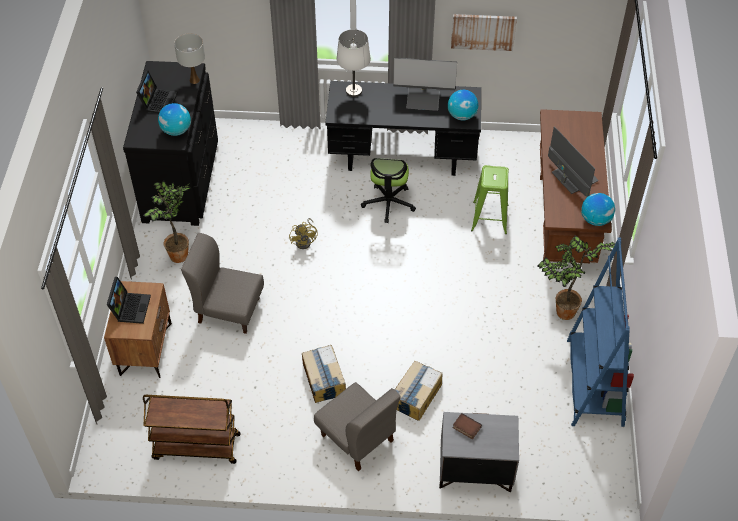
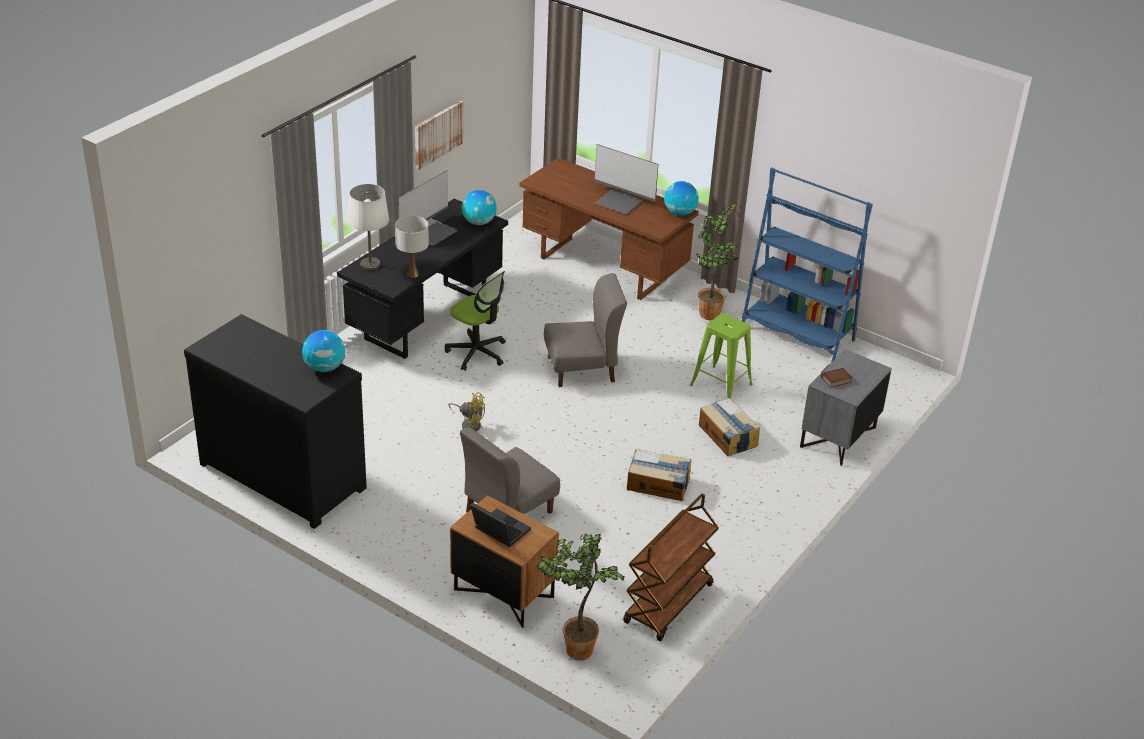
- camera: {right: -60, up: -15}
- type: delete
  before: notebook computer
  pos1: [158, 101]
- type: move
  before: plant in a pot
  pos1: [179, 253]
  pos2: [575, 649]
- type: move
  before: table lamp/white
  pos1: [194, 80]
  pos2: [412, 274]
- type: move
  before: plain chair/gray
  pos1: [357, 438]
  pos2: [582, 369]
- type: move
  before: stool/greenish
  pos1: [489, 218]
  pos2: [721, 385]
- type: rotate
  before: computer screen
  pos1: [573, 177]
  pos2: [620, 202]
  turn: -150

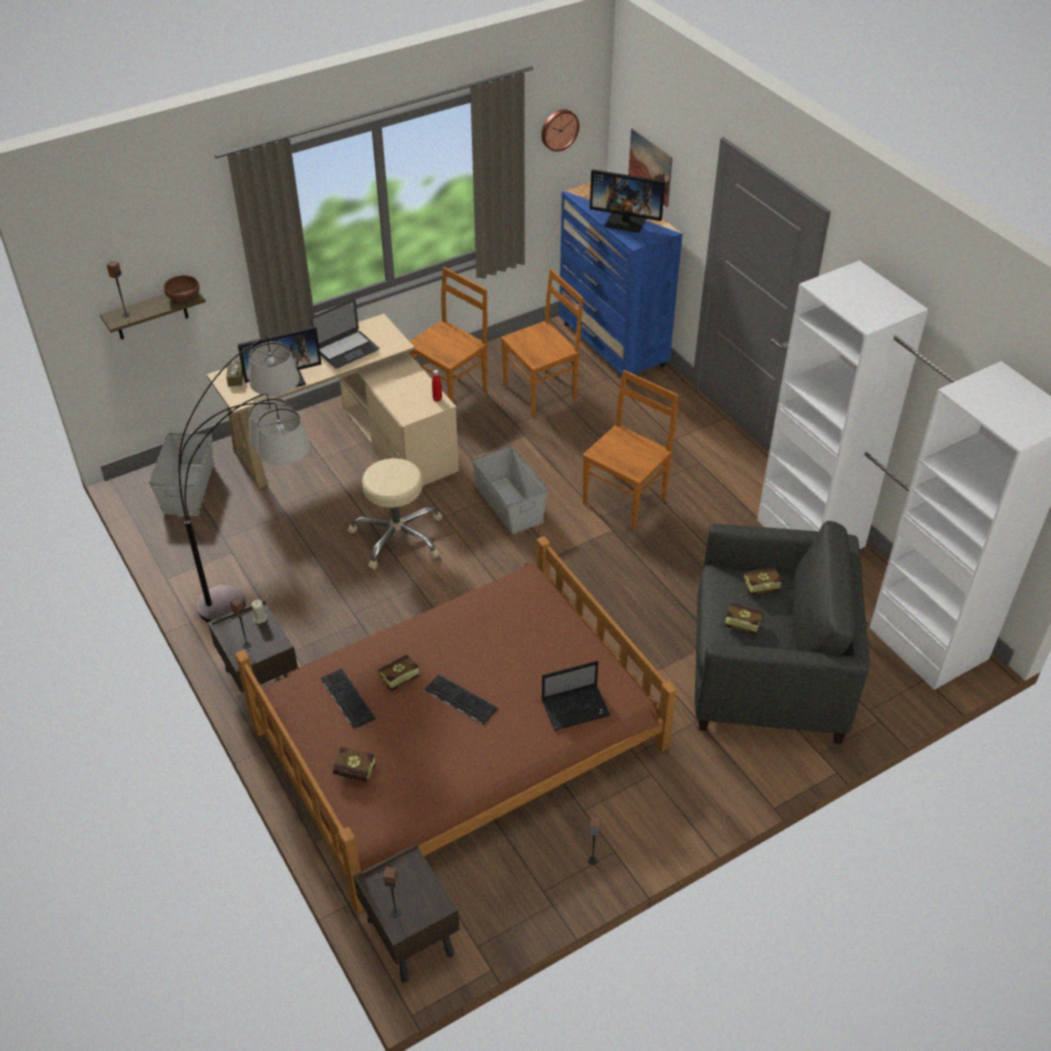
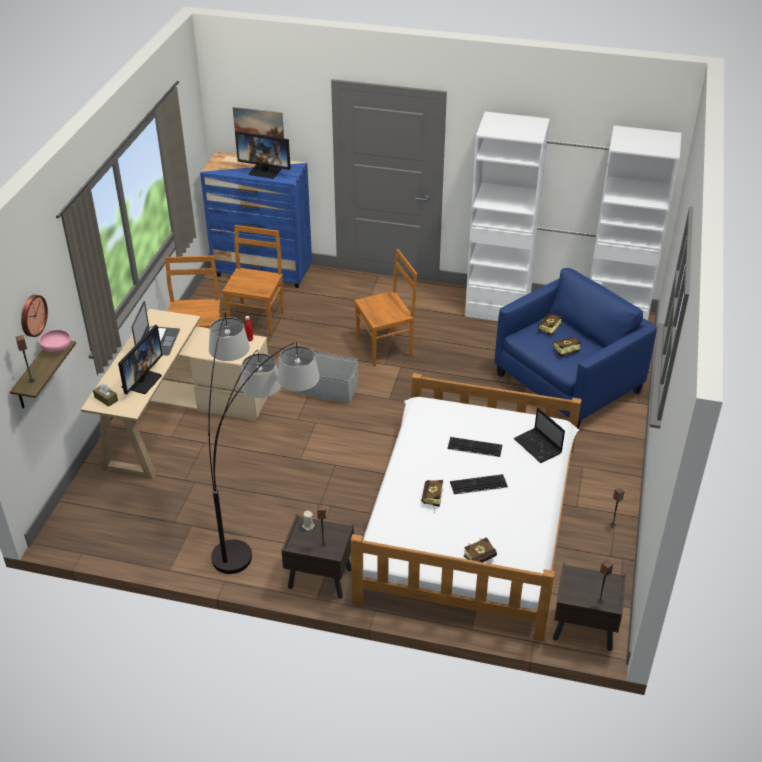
- camera: {right: -45, up: -5}
- type: delete
  before: storage container/gray
  pos1: [189, 488]
- type: delete
  before: stool/sand-coloured
  pos1: [397, 536]
- type: move
  before: computer keyboard
  pos1: [346, 698]
  pos2: [474, 447]
- type: move
  before: clock on the wall
  pos1: [559, 129]
  pos2: [32, 315]
- type: recolor
  before: serving bowl/brown
  after: serving bowl/pink
  pos1: [183, 296]
  pos2: [56, 348]
- type: recolor
  before: bedroom bed/brown
  after: bedroom bed/white
  pos1: [460, 736]
  pos2: [470, 520]
- type: recolor
  before: lounge chair/gray
  after: lounge chair/blue-coloured
  pos1: [767, 672]
  pos2: [567, 383]
- type: rotate
  before: notebook computer
  pos1: [576, 708]
  pos2: [538, 446]
  turn: 120
- type: rotate
  before: plain chair/brown
  pos1: [625, 500]
  pos2: [386, 347]
  turn: 75
- type: rotate
  before: computer screen
  pos1: [626, 222]
  pos2: [265, 171]
  turn: 45

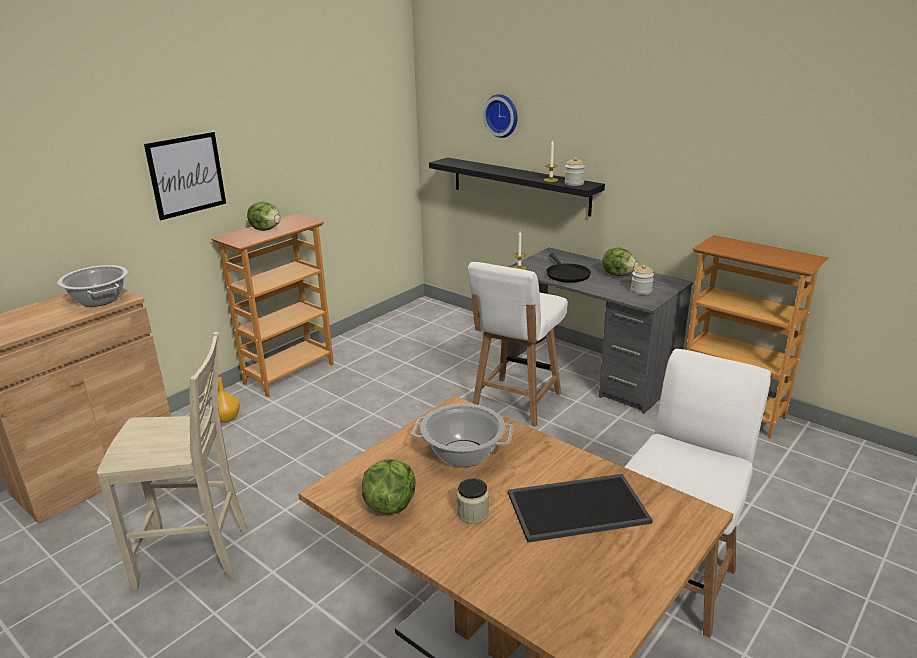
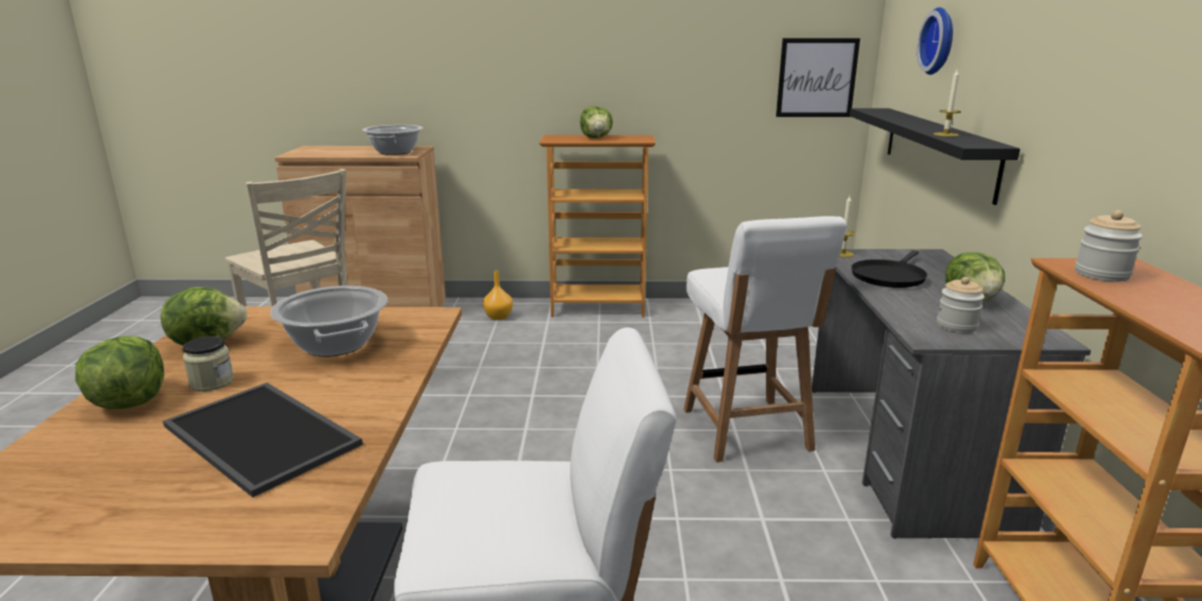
- camera: {right: 50, up: -5}
- type: insert
  after: lettuce head
  pos2: [129, 402]
- type: move
  before: wall picture
  pos1: [186, 175]
  pos2: [816, 78]
- type: move
  before: storage jar
  pos1: [574, 183]
  pos2: [1101, 274]
- type: rotate
  before: plain chair/white
  pos1: [515, 402]
  pos2: [747, 431]
  turn: -90

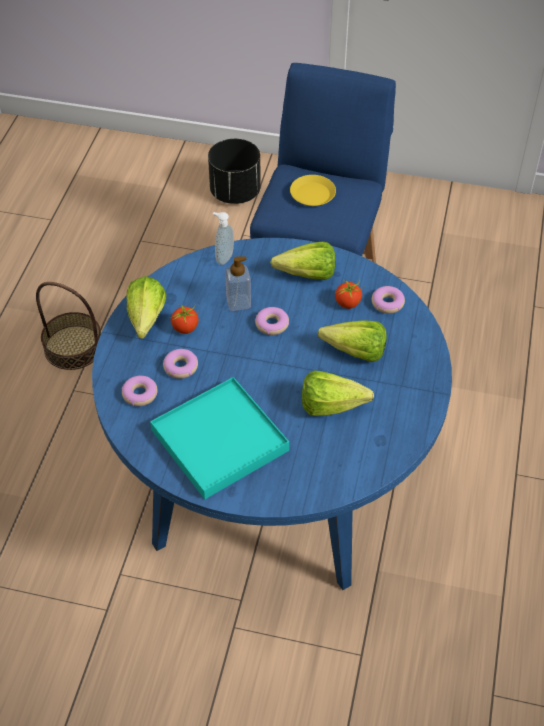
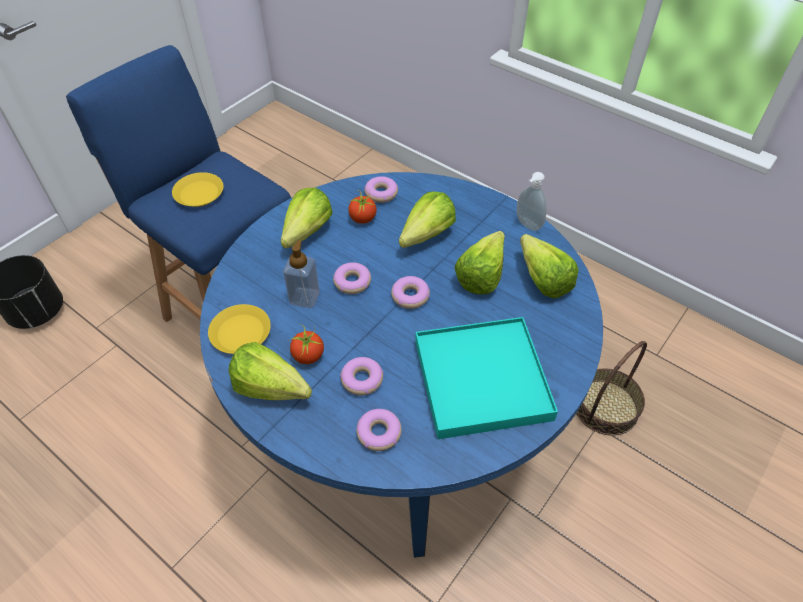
- camera: {right: -65, up: 0}
- type: insert
  after: flat dish/yellow
  pos2: [240, 333]
- type: insert
  after: donut
  pos2: [410, 296]
- type: insert
  after: lettuce head
  pos2: [541, 276]
- type: move
  before: basket
  pos1: [73, 347]
  pos2: [606, 407]
- type: move
  before: liquid soap bottle
  pos1: [223, 257]
  pos2: [527, 225]

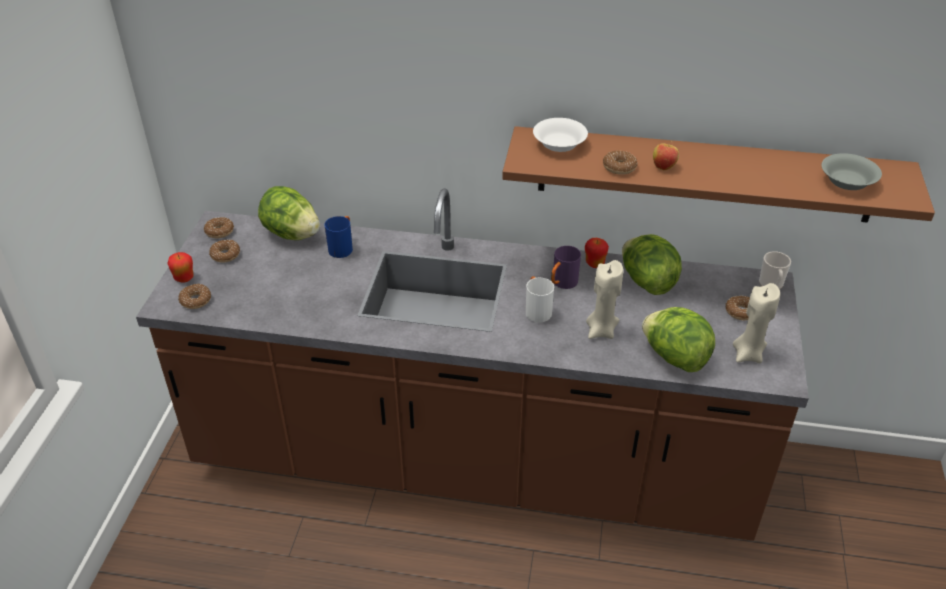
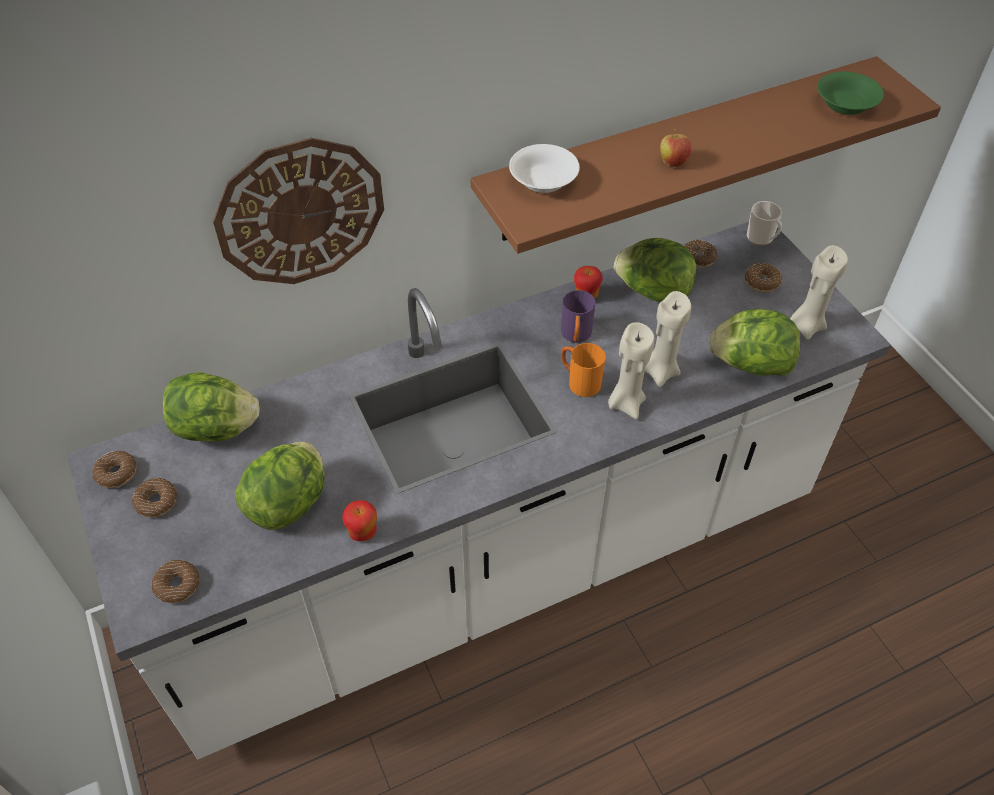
- camera: {right: -35, up: 10}
- type: delete
  before: coffee mug/blue-coloured
  pos1: [342, 247]
- type: insert
  after: clock on the wall
  pos2: [300, 212]
- type: insert
  after: lettuce head
  pos2: [289, 503]
- type: insert
  after: wax candle/sand-coloured
  pos2: [625, 403]
- type: move
  before: apple fruit
  pos1: [184, 279]
  pos2: [362, 532]
- type: move
  before: donut
  pos1: [619, 167]
  pos2: [698, 258]
- type: recolor
  before: kitchen base unit/brown
  after: kitchen base unit/white
  pos1: [473, 464]
  pos2: [497, 565]
- type: recolor
  before: coffee mug/white
  after: coffee mug/orange
  pos1: [536, 310]
  pos2: [579, 382]
- type: recolor
  before: serving bowl/gray
  after: serving bowl/greenish
  pos1: [846, 182]
  pos2: [845, 106]

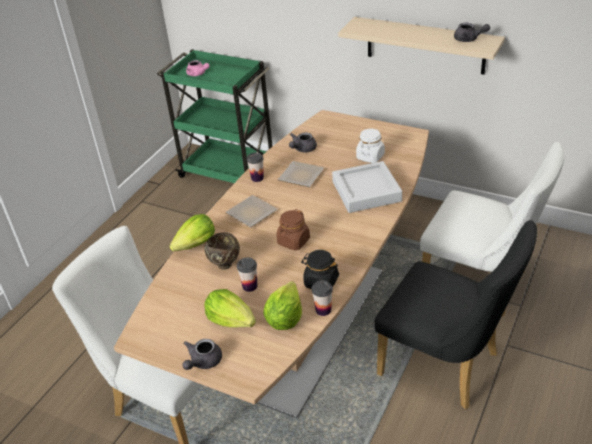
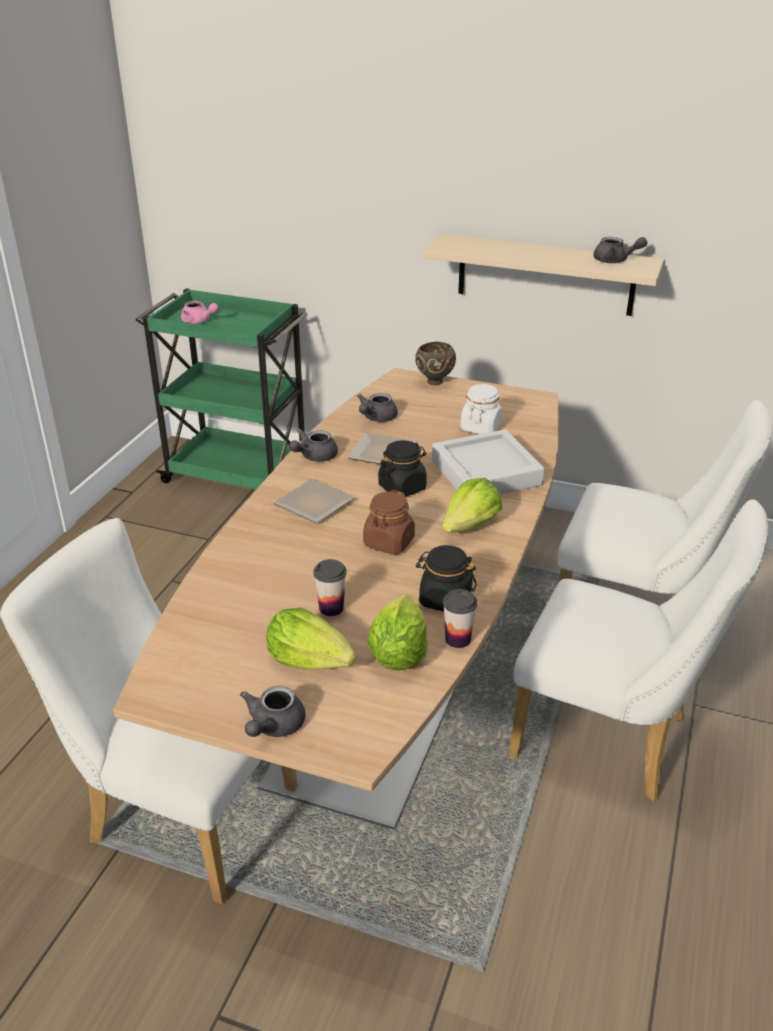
- camera: {right: -10, up: -5}
- type: insert
  after: storage jar/black
  pos2: [402, 487]
- type: move
  before: lettuce head
  pos1: [196, 244]
  pos2: [471, 526]
- type: move
  before: serving bowl/brown
  pos1: [225, 264]
  pos2: [434, 381]
- type: replace
  before: small cup
  after: tea pot/gray
  pos1: [257, 178]
  pos2: [314, 457]
- type: recolor
  before: plain chair/black
  after: plain chair/white
  pos1: [447, 367]
  pos2: [612, 740]

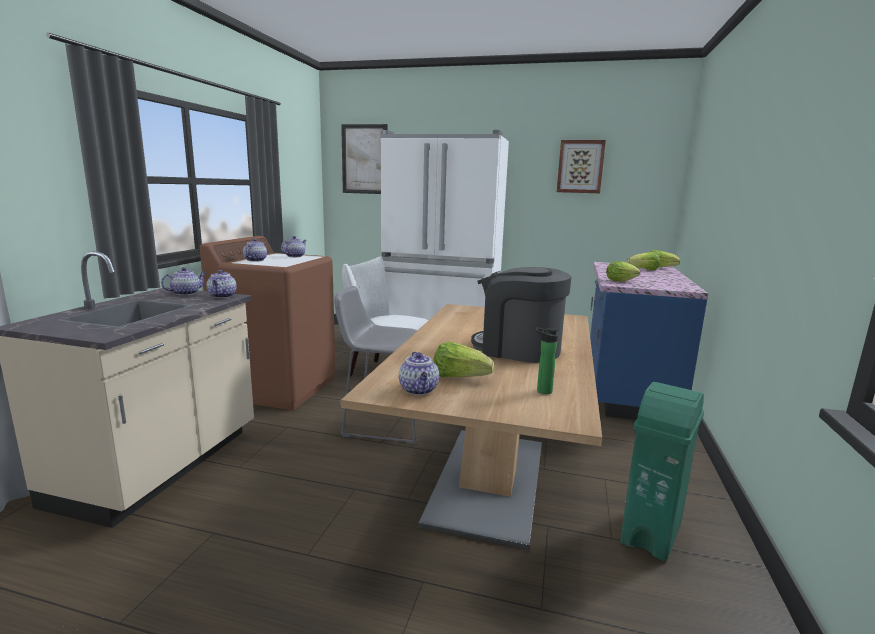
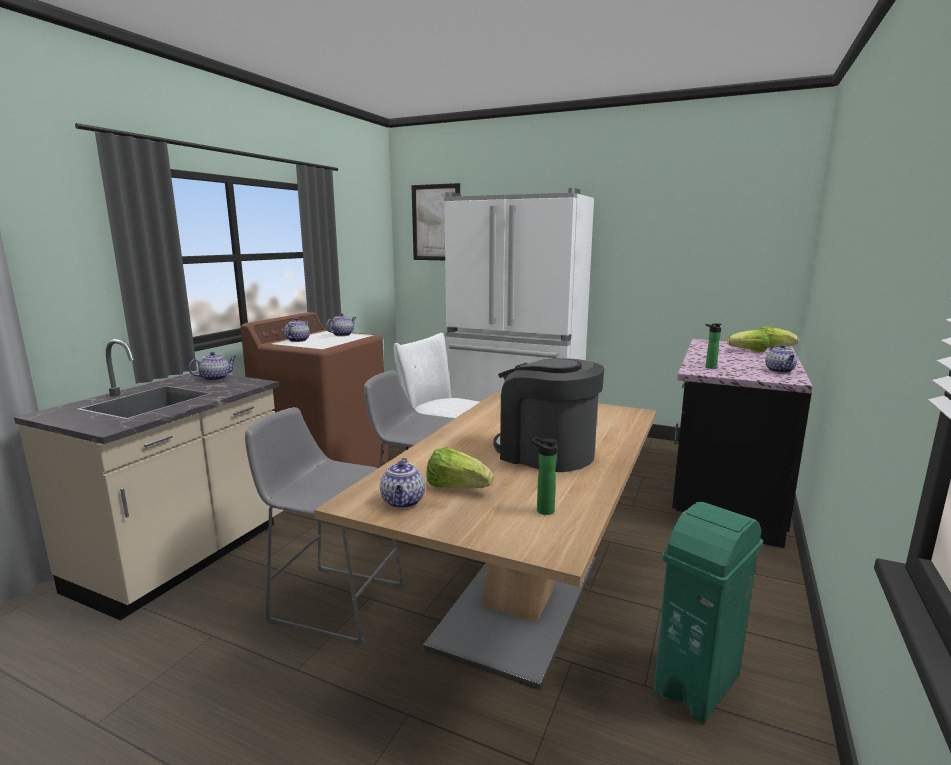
- camera: {right: 10, up: 0}
- type: delete
  before: wall picture
  pos1: [580, 166]
- type: insert
  after: stool/gray
  pos2: [332, 601]
- type: move
  before: tea pot
  pos1: [222, 296]
  pos2: [780, 371]
- type: replace
  before: lettuce head
  after: beverage bottle
  pos1: [622, 281]
  pos2: [709, 367]
- type: recolor
  before: kitchen base unit/blue-coloured
  after: kitchen base unit/black
  pos1: [626, 388]
  pos2: [724, 494]

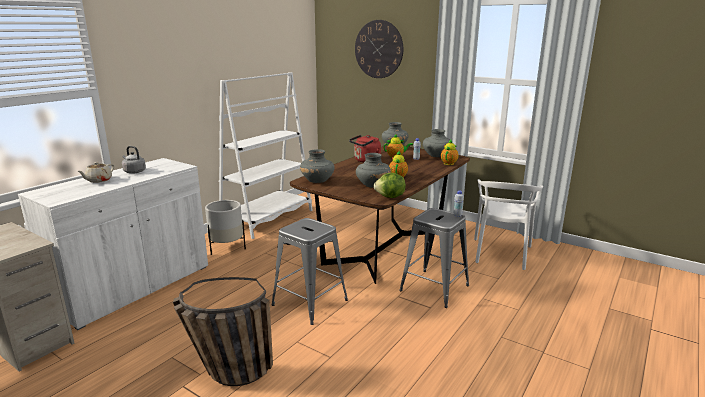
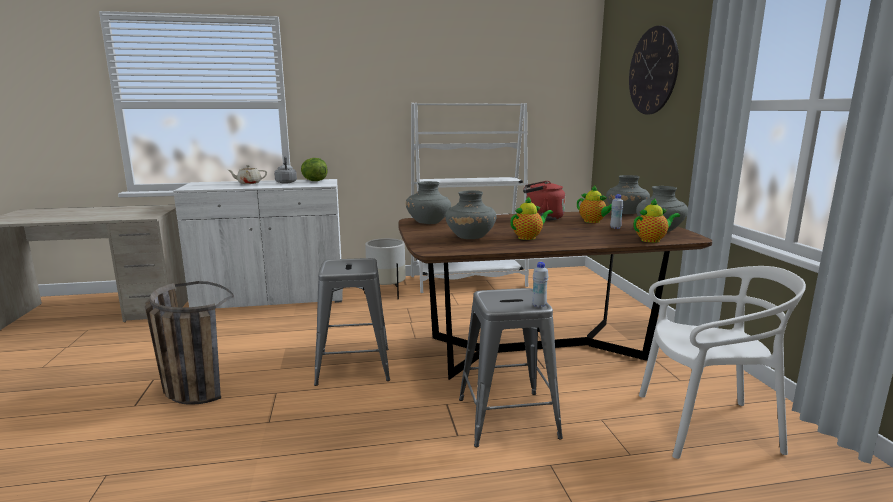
- camera: {right: 45, up: -5}
- type: move
  before: lettuce head
  pos1: [390, 197]
  pos2: [314, 181]
- type: rotate
  before: plain chair/white
  pos1: [501, 253]
  pos2: [706, 426]
  turn: -150

